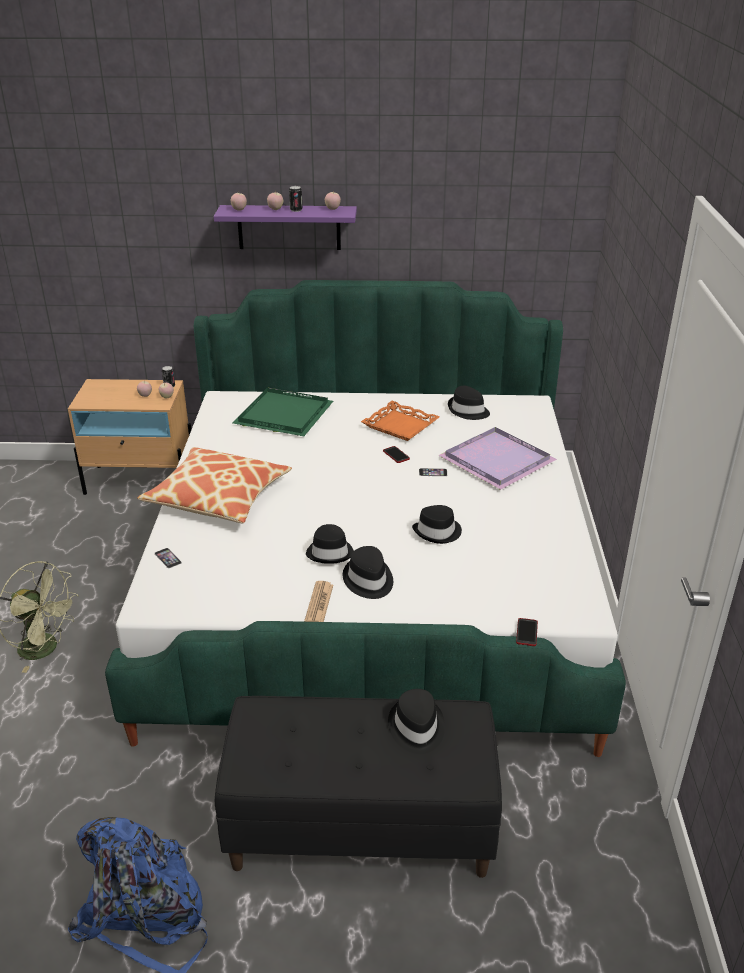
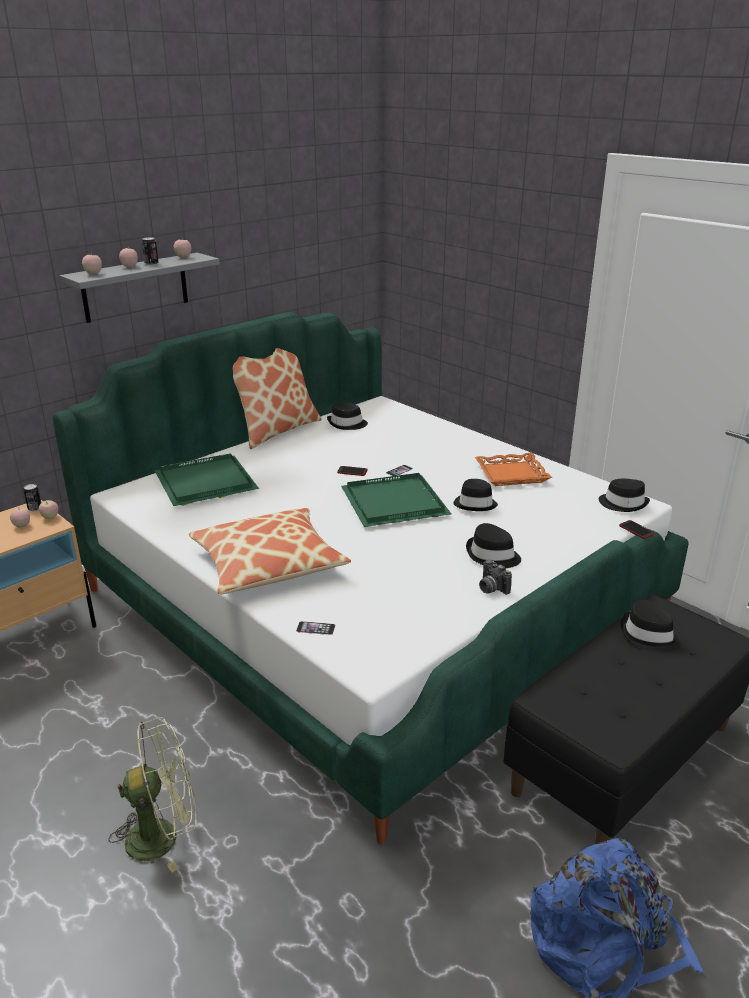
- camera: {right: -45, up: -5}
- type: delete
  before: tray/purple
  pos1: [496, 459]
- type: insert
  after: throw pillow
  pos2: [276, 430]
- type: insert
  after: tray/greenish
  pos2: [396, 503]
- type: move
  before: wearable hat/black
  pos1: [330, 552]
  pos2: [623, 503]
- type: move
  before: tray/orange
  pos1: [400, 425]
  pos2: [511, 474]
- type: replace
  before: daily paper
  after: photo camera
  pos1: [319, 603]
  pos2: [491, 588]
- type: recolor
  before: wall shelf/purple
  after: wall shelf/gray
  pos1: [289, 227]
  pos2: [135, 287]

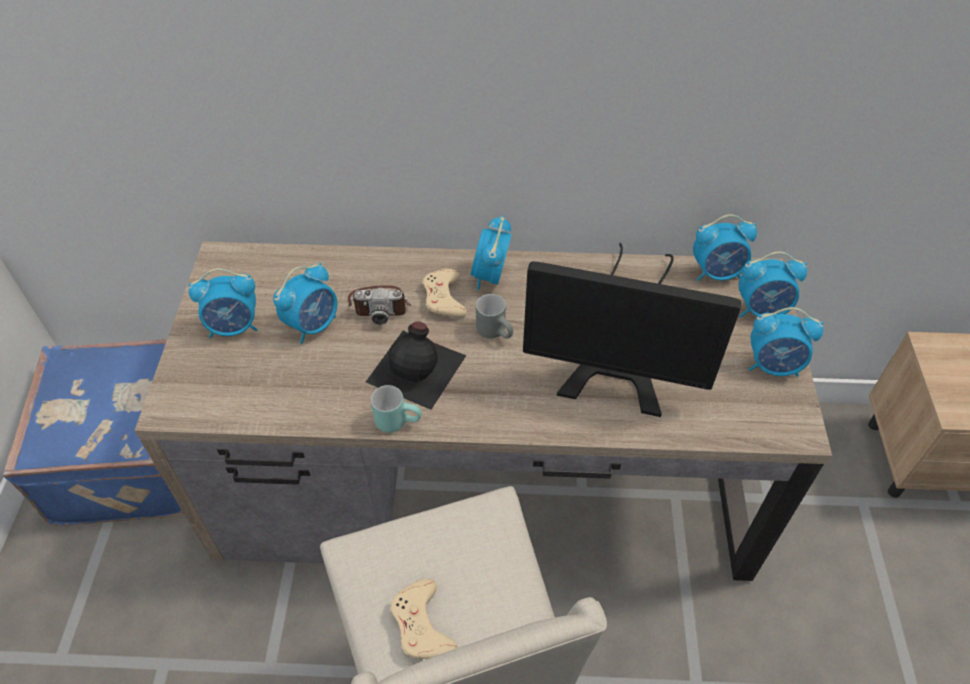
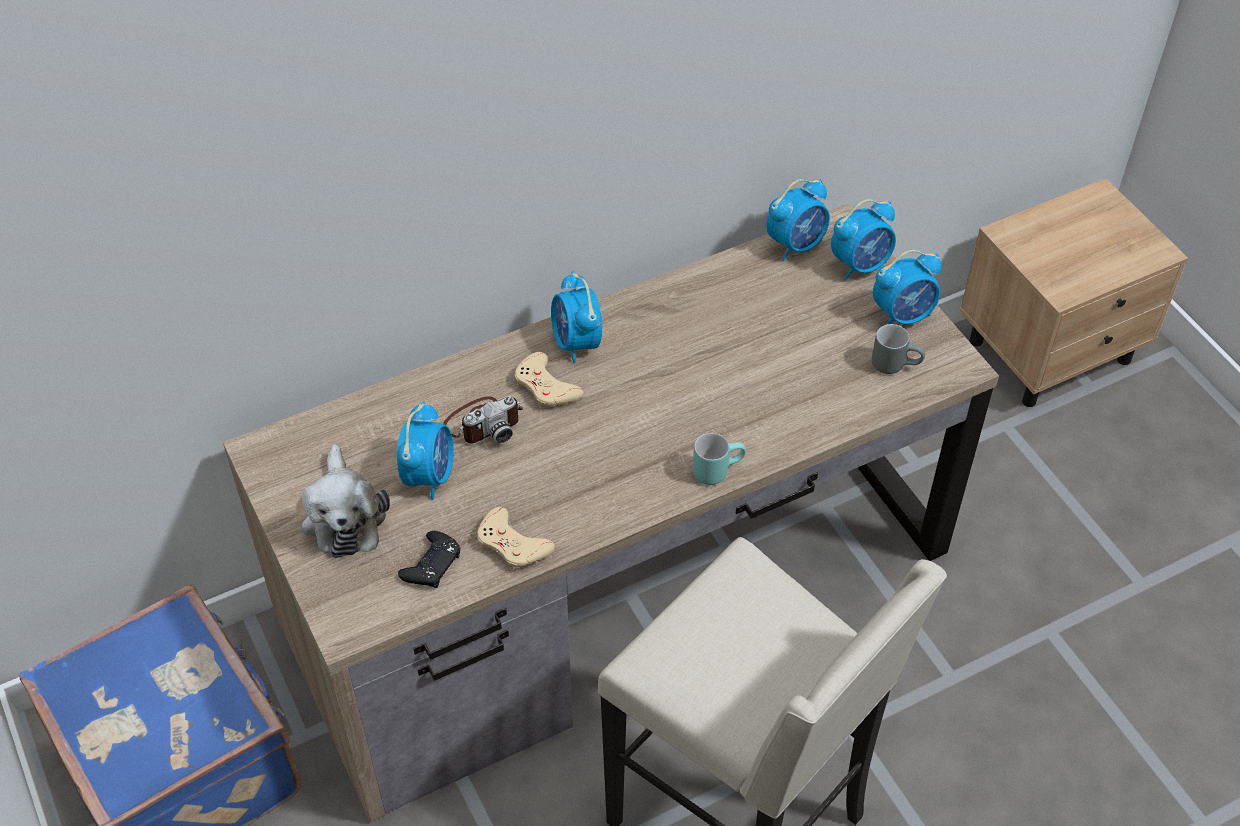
- camera: {right: -30, up: 0}
- type: delete
  before: beverage bottle/black
  pos1: [418, 368]
- type: delete
  before: computer screen
  pos1: [619, 357]
- type: insert
  after: game controller/black
  pos2: [431, 564]
- type: move
  before: coffee mug/turquoise-coloured
  pos1: [398, 420]
  pos2: [717, 469]
- type: move
  before: game controller/sand-coloured
  pos1: [422, 625]
  pos2: [512, 545]
- type: move
  before: coffee mug/gray
  pos1: [496, 332]
  pos2: [895, 364]
- type: replace
  before: bedside clock
  after: soft toy
  pos1: [234, 327]
  pos2: [344, 516]

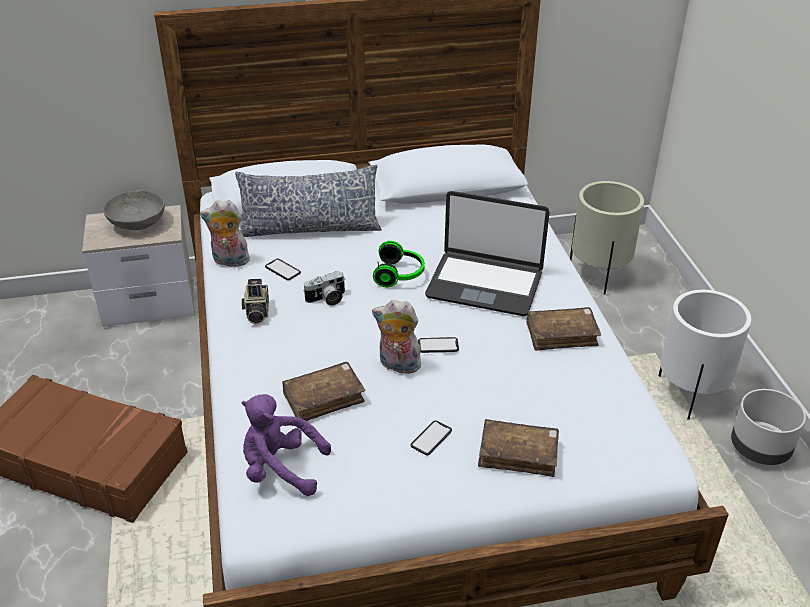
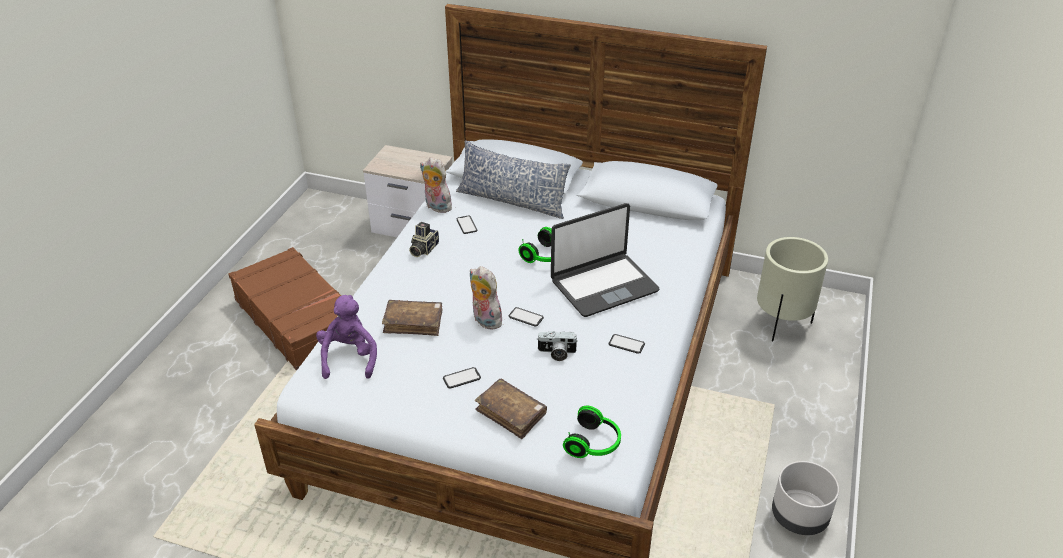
- camera: {right: 30, up: 0}
- type: delete
  before: serving bowl/gray
  pos1: [137, 223]
- type: delete
  before: plant pot/white
  pos1: [689, 394]
- type: insert
  after: headphones
  pos2: [594, 444]
- type: move
  before: photo camera
  pos1: [327, 299]
  pos2: [556, 353]
- type: replace
  before: bound book/brown
  after: telephone
  pos1: [561, 335]
  pos2: [626, 344]
- type: rotate
  before: soft toy/purple
  pos1: [280, 469]
  pos2: [349, 358]
  turn: 45
- type: rotate
  before: notebook computer
  pos1: [485, 284]
  pos2: [603, 285]
  turn: -75

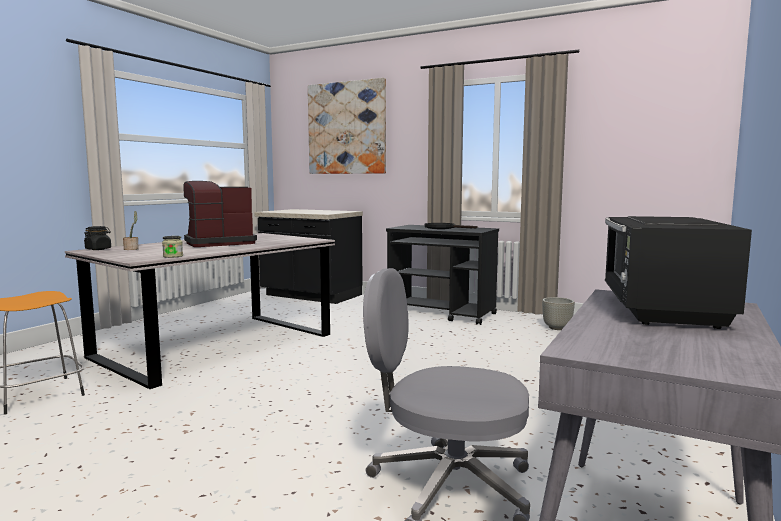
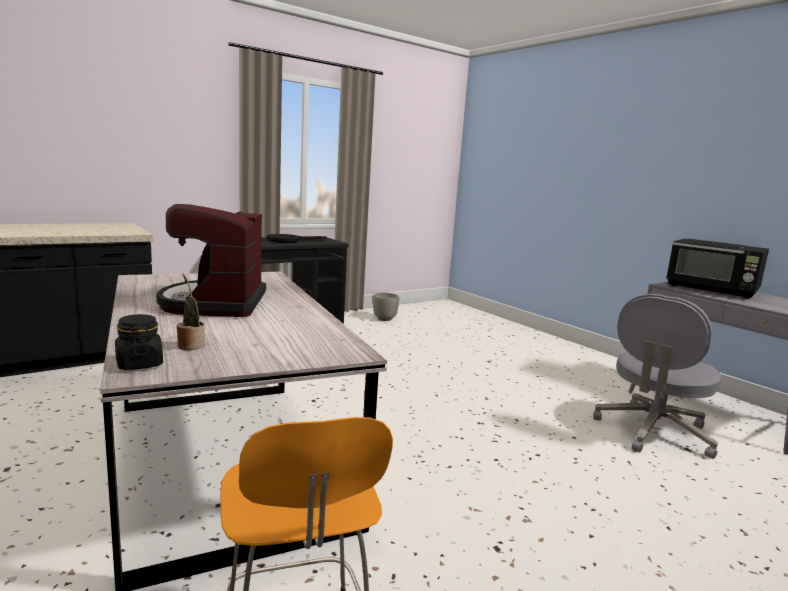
- camera: {right: -65, up: 5}
- type: delete
  before: storage jar
  pos1: [173, 256]
- type: delete
  before: wall picture
  pos1: [347, 128]

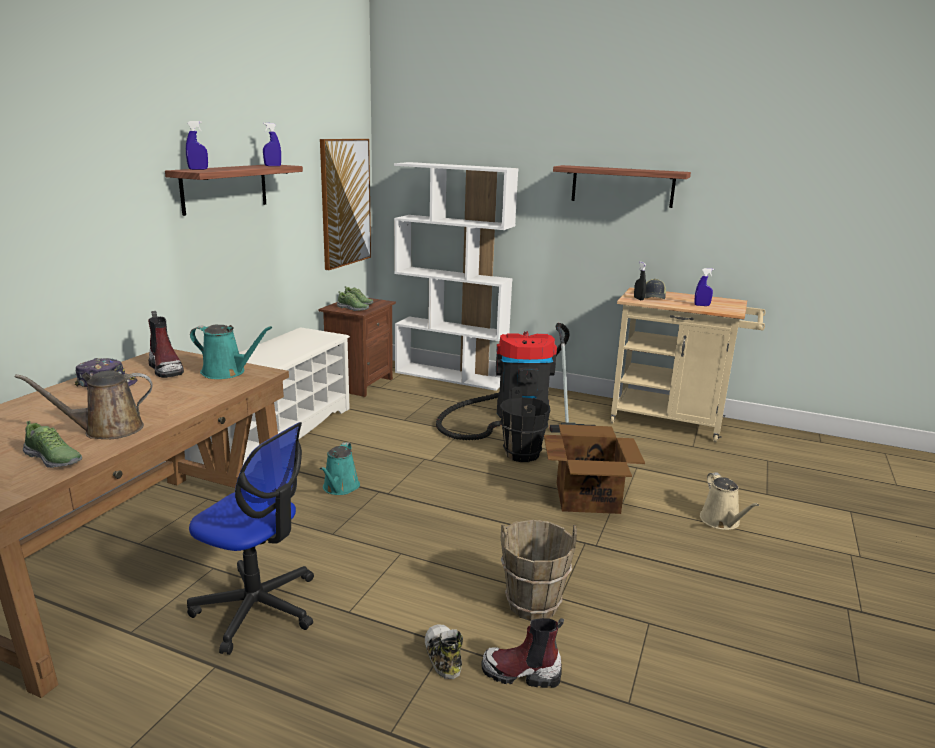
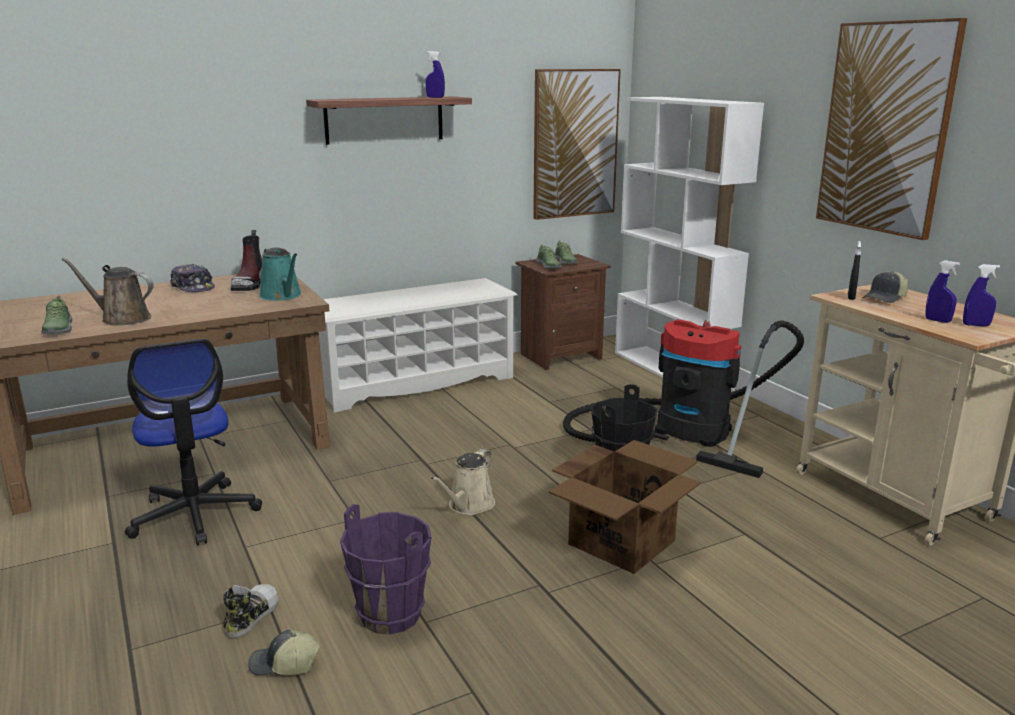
- camera: {right: 40, up: 0}
- type: delete
  before: watering can/turquoise-coloured
  pos1: [340, 488]
- type: move
  before: hand sprayer/blue-coloured
  pos1: [198, 169]
  pos2: [976, 325]
- type: move
  before: watering can/sand-coloured
  pos1: [721, 521]
  pos2: [469, 506]
- type: replace
  before: high-top boot
  after: baseball cap
  pos1: [521, 673]
  pos2: [284, 665]
- type: replace
  before: wall shelf
  after: wall picture
  pos1: [622, 186]
  pos2: [886, 128]
- type: recolor
  before: water bucket/brown
  after: water bucket/purple
  pos1: [532, 604]
  pos2: [391, 614]

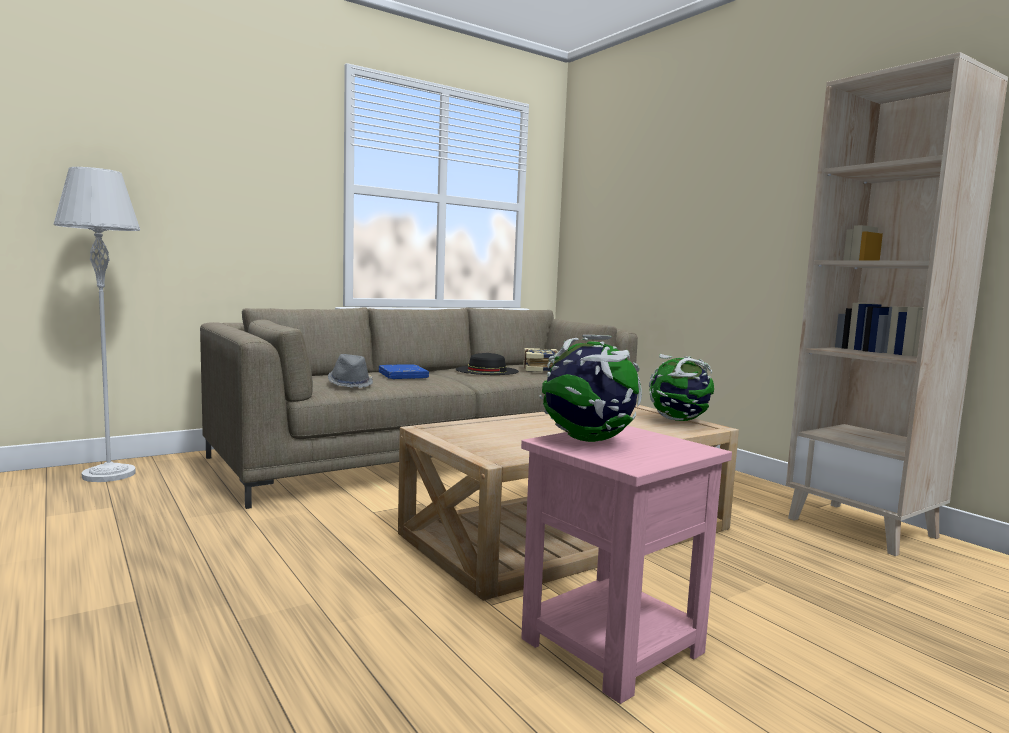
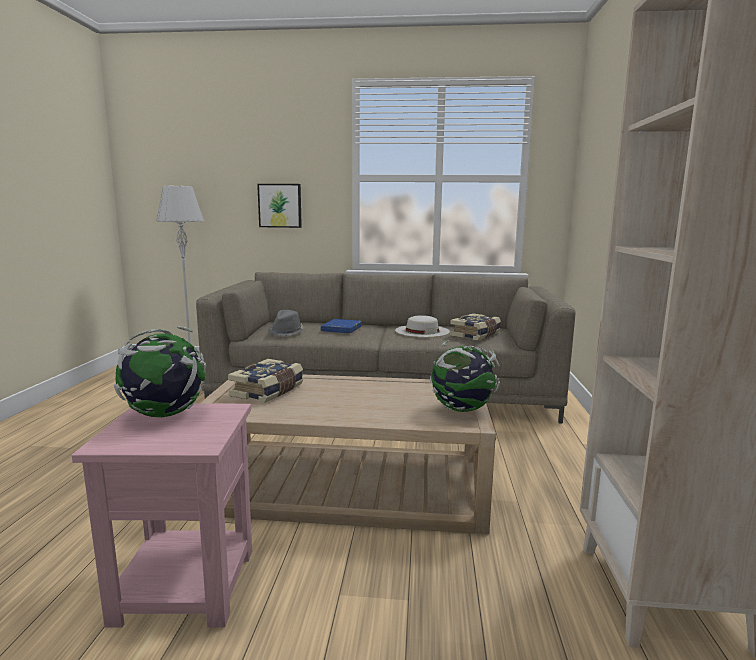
- camera: {right: 40, up: 5}
- type: insert
  after: bound book
  pos2: [268, 391]
- type: insert
  after: wall picture
  pos2: [280, 205]
- type: recolor
  before: wearable hat/black
  after: wearable hat/white
  pos1: [487, 370]
  pos2: [422, 331]

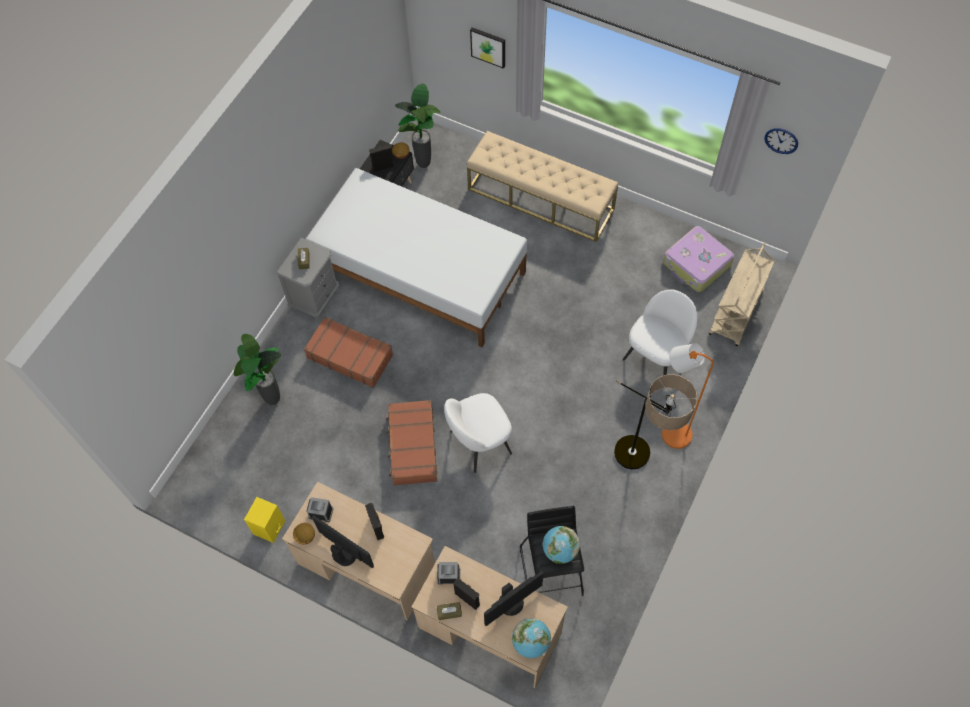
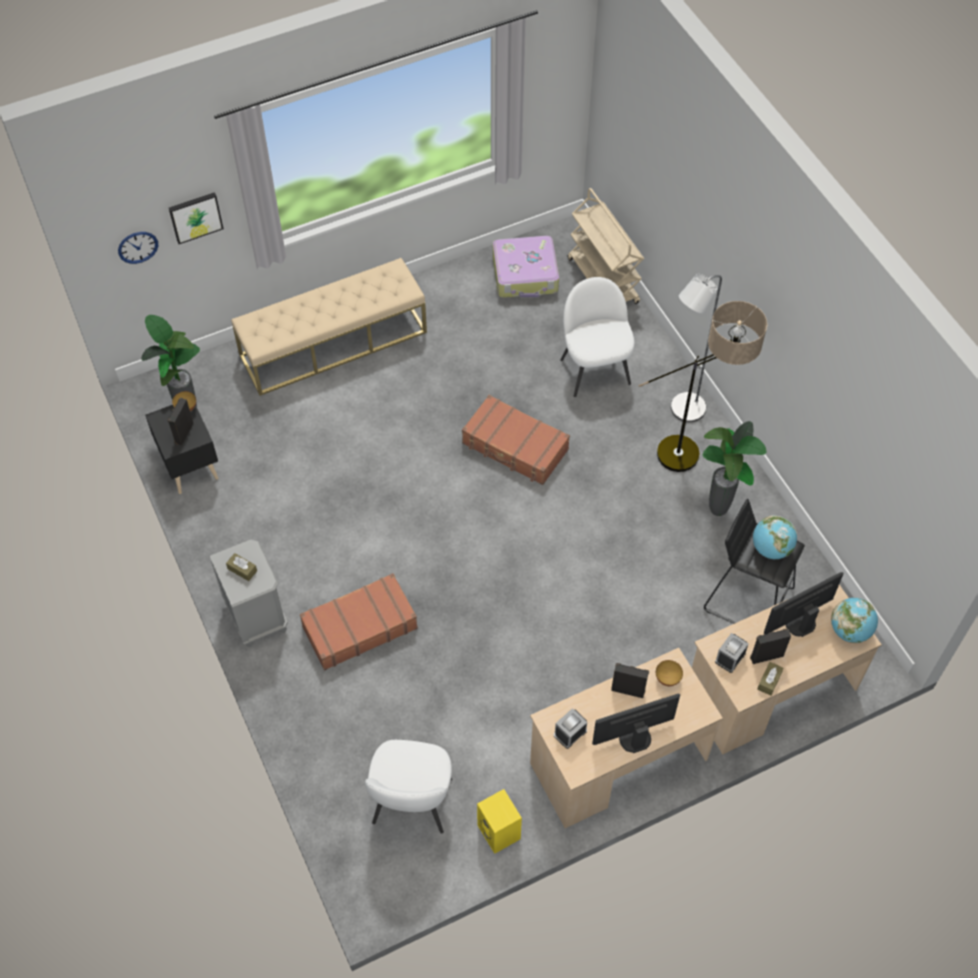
- camera: {right: -55, up: -5}
- type: delete
  before: bedroom bed/white
  pos1: [419, 271]
- type: move
  before: plant in a pot
  pos1: [273, 401]
  pos2: [718, 512]
- type: move
  before: serving bowl
  pos1: [305, 537]
  pos2: [667, 679]
- type: move
  before: travel case/brown
  pos1: [412, 446]
  pos2: [515, 447]
- type: move
  before: plain chair/white
  pos1: [479, 443]
  pos2: [411, 803]
- type: move
  before: clock on the wall
  pos1: [781, 140]
  pos2: [138, 247]
- type: recolor
  before: standing lamp/orange
  after: standing lamp/gray
  pos1: [670, 433]
  pos2: [682, 411]
- type: rotate
  before: computer screen
  pos1: [511, 604]
  pos2: [799, 622]
  turn: -120

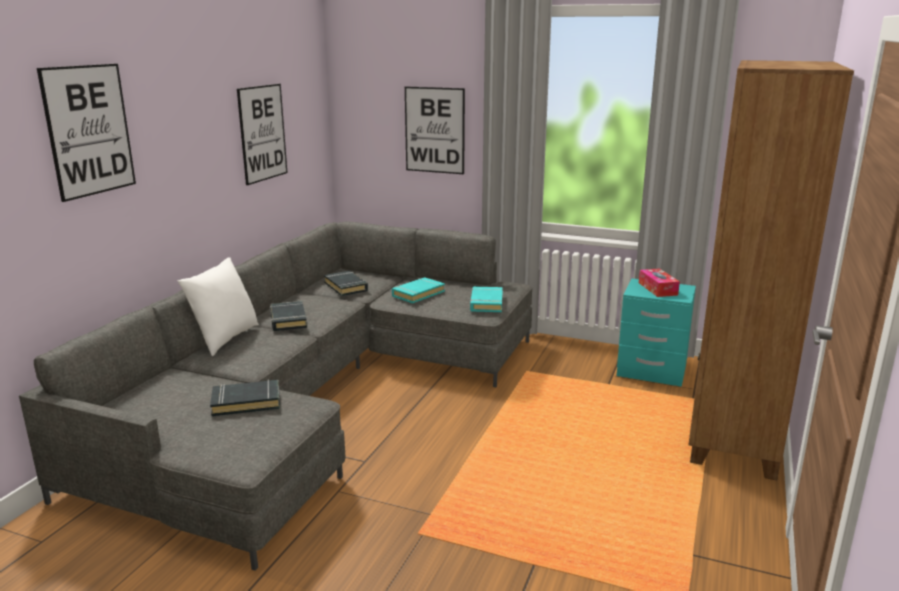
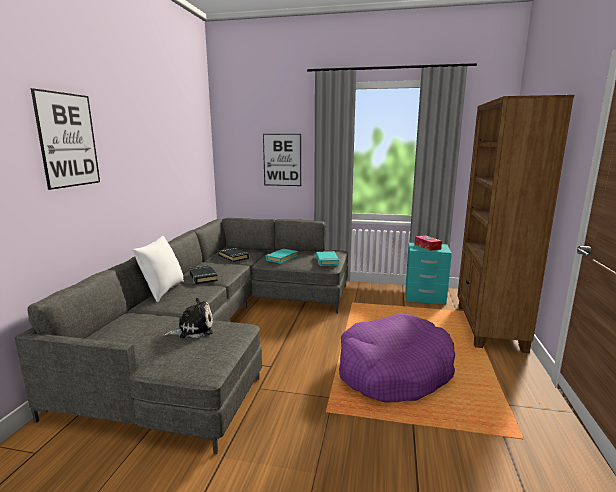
- camera: {right: -10, up: -5}
- type: delete
  before: wall picture
  pos1: [262, 133]
- type: insert
  after: dog bed/purple
  pos2: [393, 371]
- type: replace
  before: bound book/black
  after: soft toy
  pos1: [246, 402]
  pos2: [193, 329]

